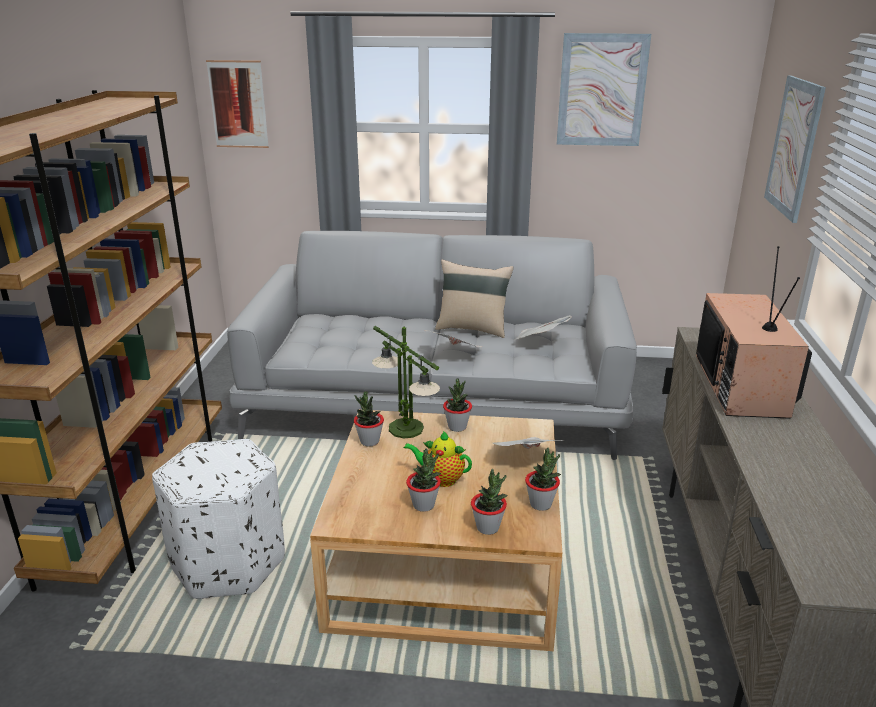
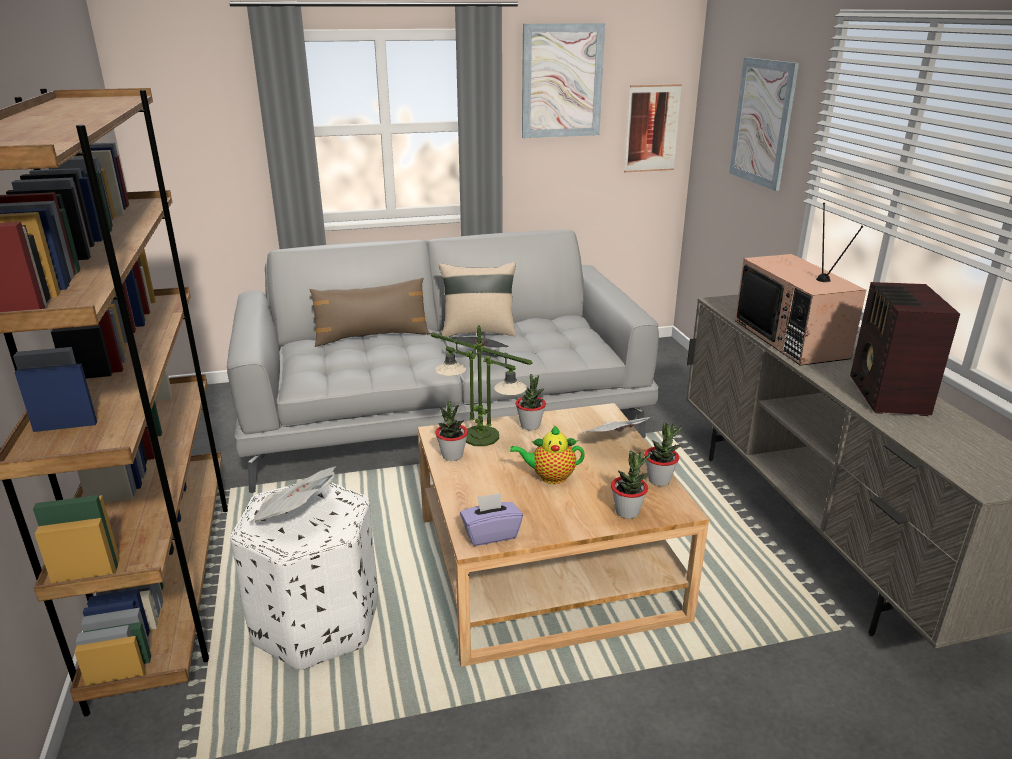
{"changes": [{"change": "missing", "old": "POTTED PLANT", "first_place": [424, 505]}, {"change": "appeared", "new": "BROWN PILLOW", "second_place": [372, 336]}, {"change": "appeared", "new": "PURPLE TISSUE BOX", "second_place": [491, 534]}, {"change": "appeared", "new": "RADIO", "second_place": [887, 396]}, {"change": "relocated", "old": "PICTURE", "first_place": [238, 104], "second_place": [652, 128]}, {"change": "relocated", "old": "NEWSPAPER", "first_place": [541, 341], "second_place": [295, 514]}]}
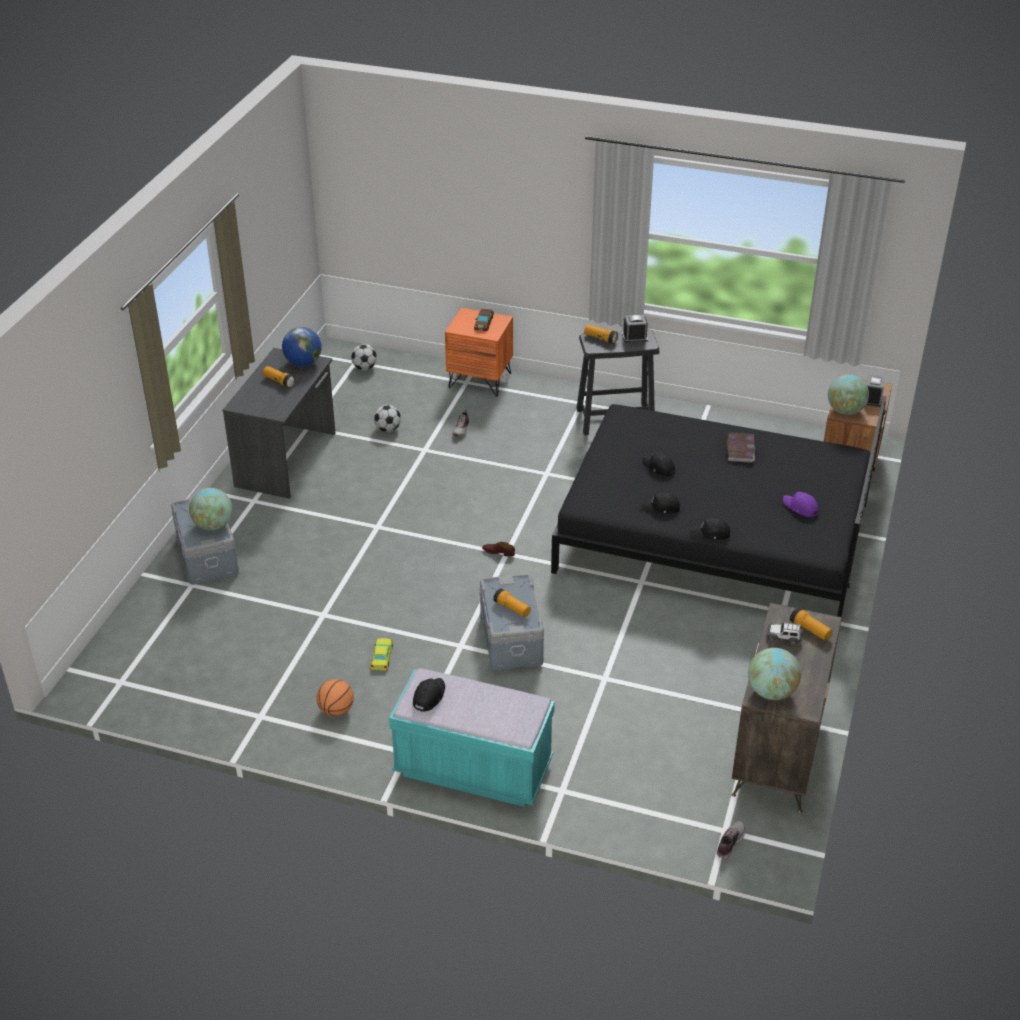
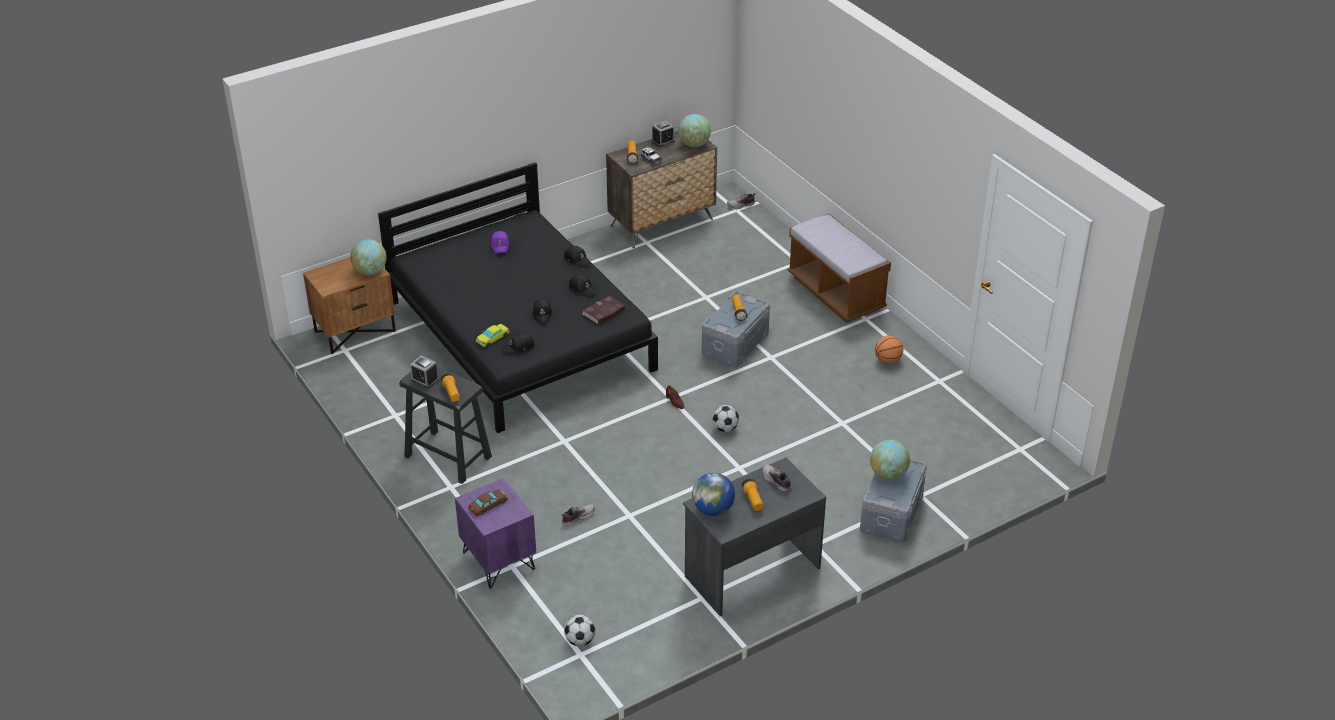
{"changes": [{"change": "appeared", "new": "SHOE", "second_place": [776, 481]}, {"change": "relocated", "old": "YELLOW TOY CAR", "first_place": [382, 656], "second_place": [492, 337]}, {"change": "relocated", "old": "FOOTBALL", "first_place": [387, 429], "second_place": [725, 428]}, {"change": "relocated", "old": "BLACK CAP", "first_place": [428, 696], "second_place": [519, 347]}, {"change": "relocated", "old": "BOOK", "first_place": [740, 449], "second_place": [604, 312]}, {"change": "relocated", "old": "ALARM CLOCK", "first_place": [872, 399], "second_place": [663, 141]}, {"change": "colour", "old": "TURQUOISE BENCH", "new": "BROWN BENCH", "first_place": [473, 769], "second_place": [836, 293]}, {"change": "colour", "old": "ORANGE NIGHTSTAND", "new": "PURPLE NIGHTSTAND", "first_place": [480, 380], "second_place": [498, 561]}]}
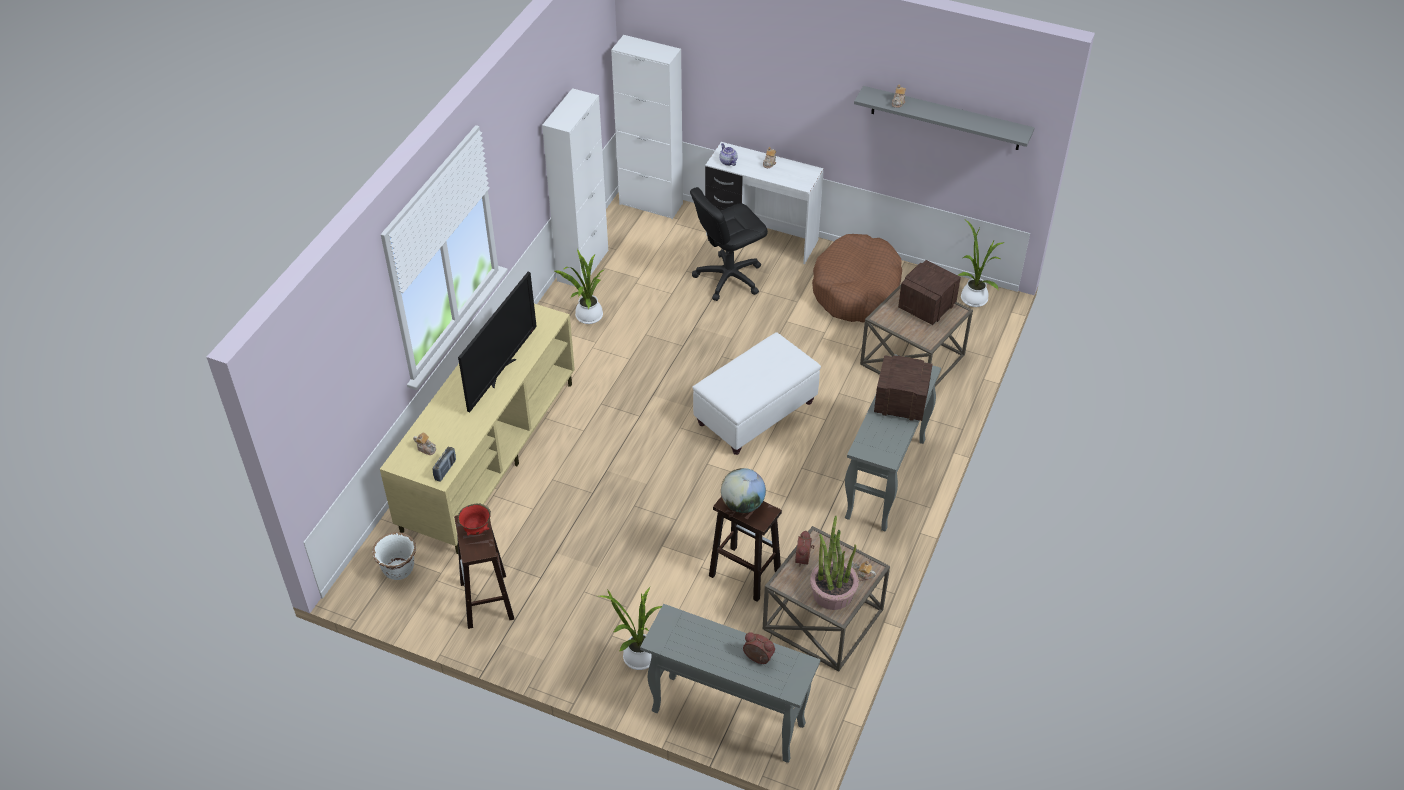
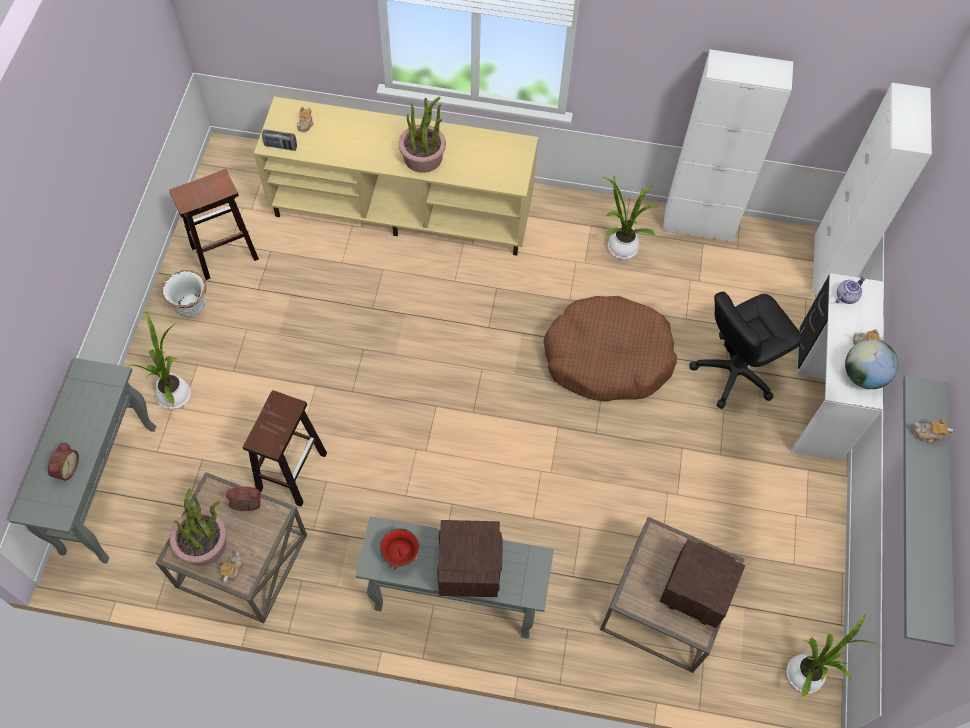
{"changes": [{"change": "missing", "old": "WHITE OTTOMAN", "first_place": [755, 413]}, {"change": "relocated", "old": "WHITE PLANTER", "first_place": [399, 570], "second_place": [192, 306]}, {"change": "relocated", "old": "RED BOWL", "first_place": [476, 530], "second_place": [401, 555]}, {"change": "relocated", "old": "GLOBE", "first_place": [742, 504], "second_place": [863, 375]}, {"change": "relocated", "old": "BROWN DOG BED", "first_place": [857, 290], "second_place": [607, 357]}, {"change": "exchanged", "old": "TELEVISION", "new": "POTTED PLANT", "first_place": [501, 372], "second_place": [423, 157]}, {"change": "spun", "old": "BLACK OFFICE CHAIR", "first_place": [728, 278], "second_place": [733, 372], "degrees": -75}]}
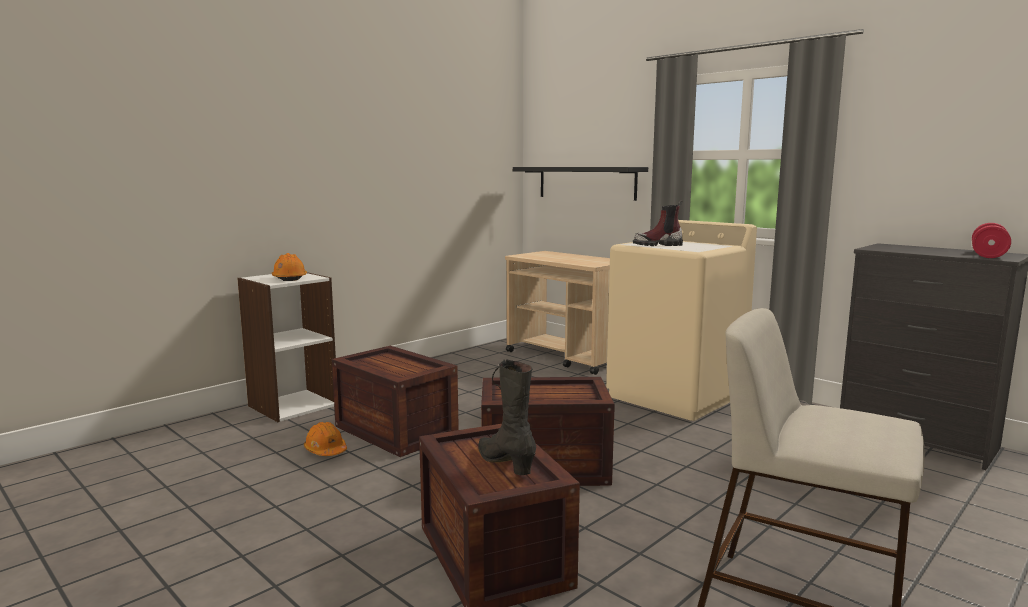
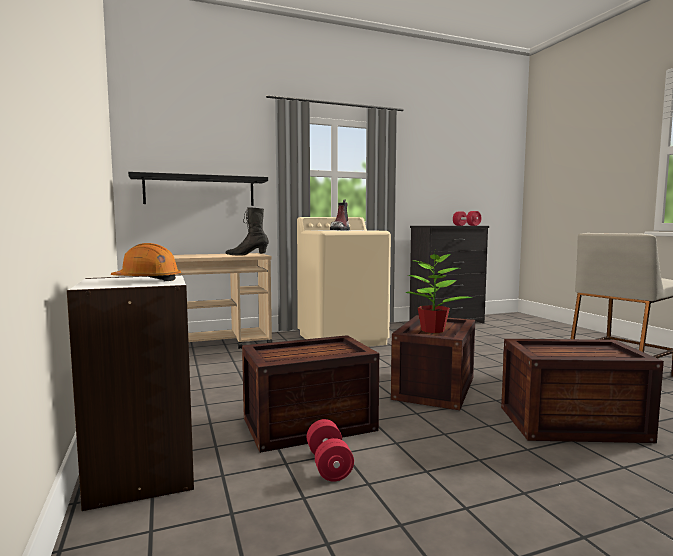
{"changes": [{"change": "appeared", "new": "POTTED PLANT", "second_place": [433, 330]}, {"change": "relocated", "old": "BLACK BOOT", "first_place": [505, 463], "second_place": [247, 255]}, {"change": "exchanged", "old": "ORANGE HARD HAT", "new": "RED DUMBBELL", "first_place": [325, 450], "second_place": [329, 465]}]}
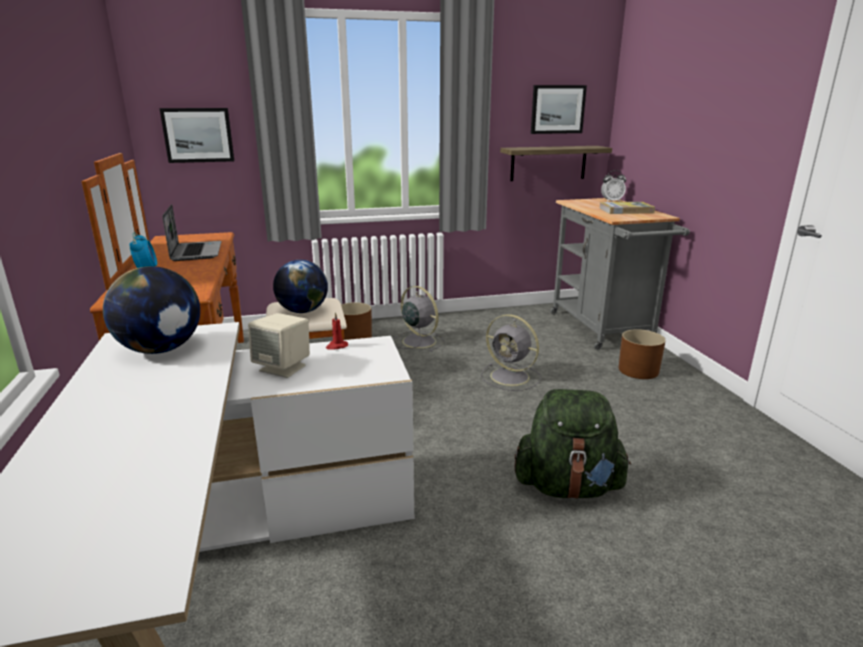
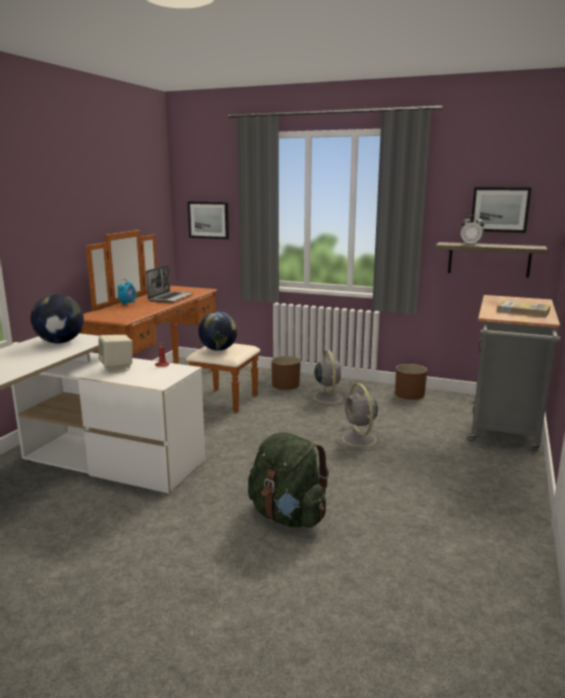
{"changes": [{"change": "relocated", "old": "ALARM CLOCK", "first_place": [611, 201], "second_place": [471, 244]}, {"change": "relocated", "old": "BROWN PLANTER", "first_place": [638, 370], "second_place": [409, 394]}]}
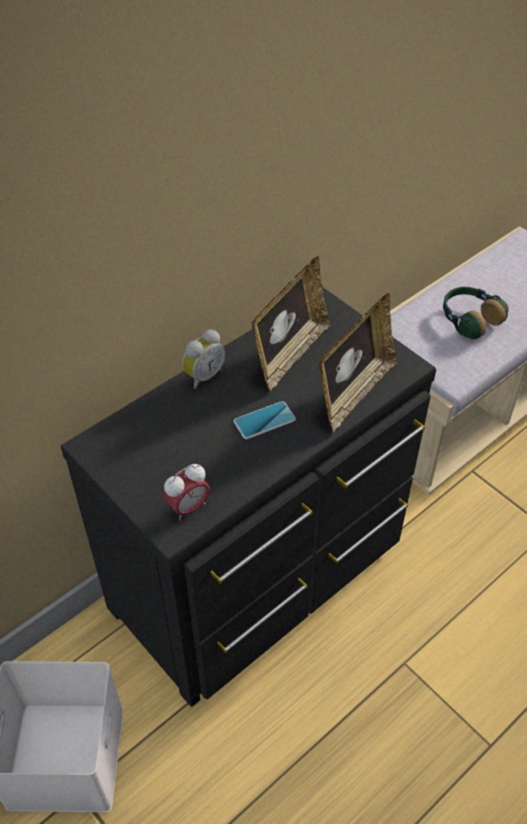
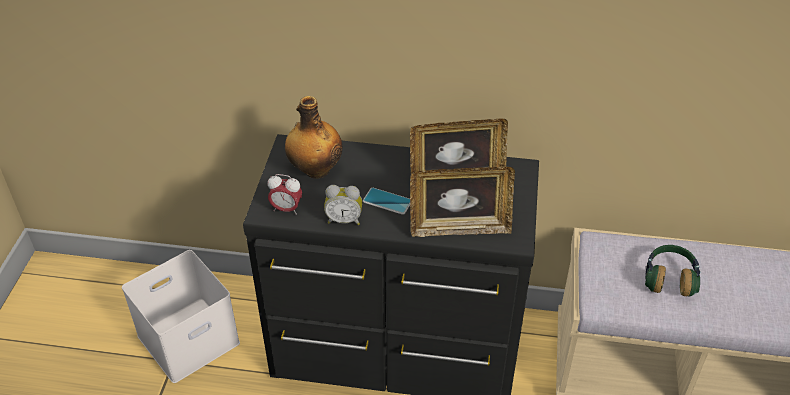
{"changes": [{"change": "appeared", "new": "BOTTLE", "second_place": [315, 170]}, {"change": "relocated", "old": "ALARM CLOCK", "first_place": [203, 376], "second_place": [344, 219]}]}
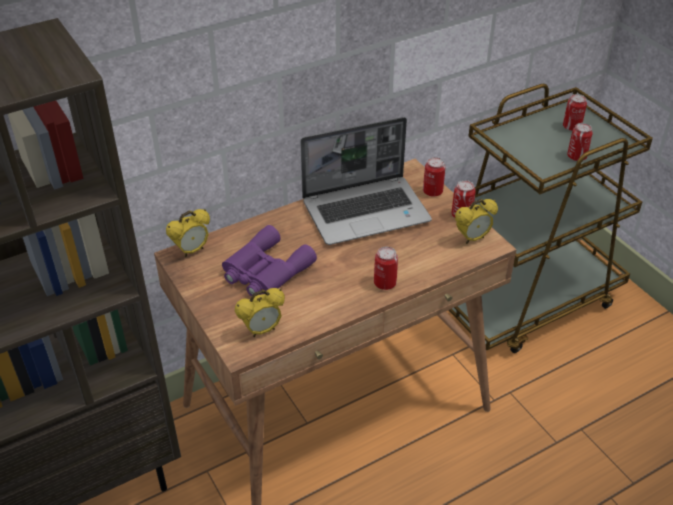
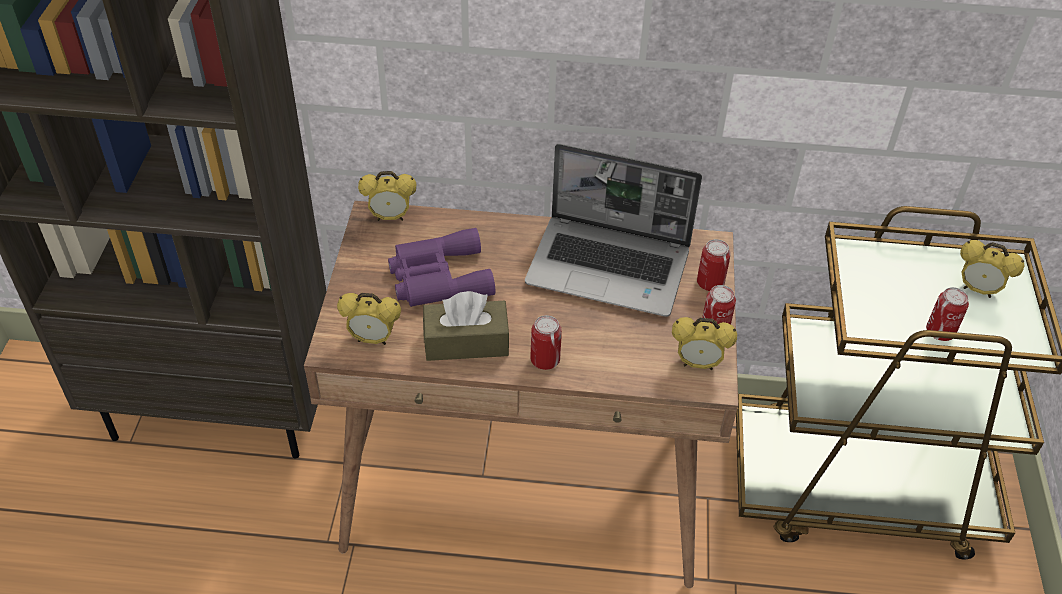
{"changes": [{"change": "appeared", "new": "BROWN TISSUE BOX", "second_place": [466, 342]}, {"change": "exchanged", "old": "CAN", "new": "ALARM CLOCK", "first_place": [571, 127], "second_place": [977, 290]}]}
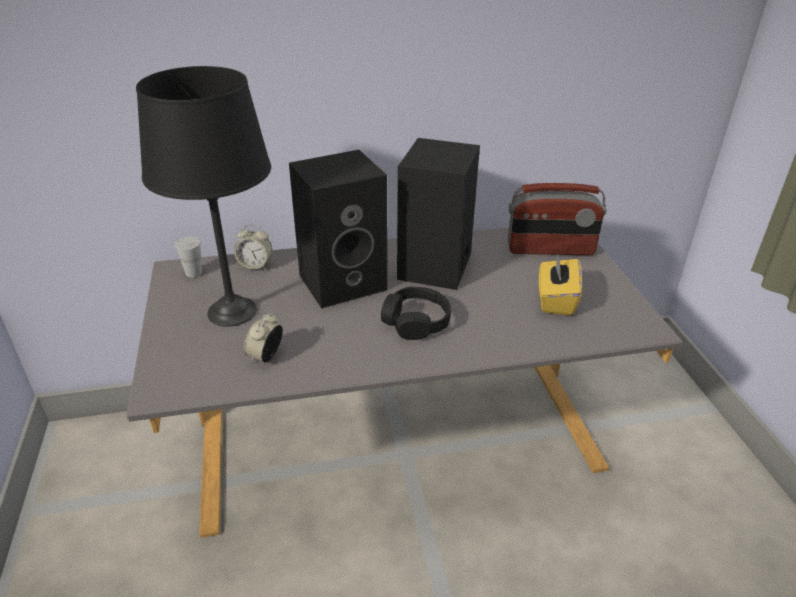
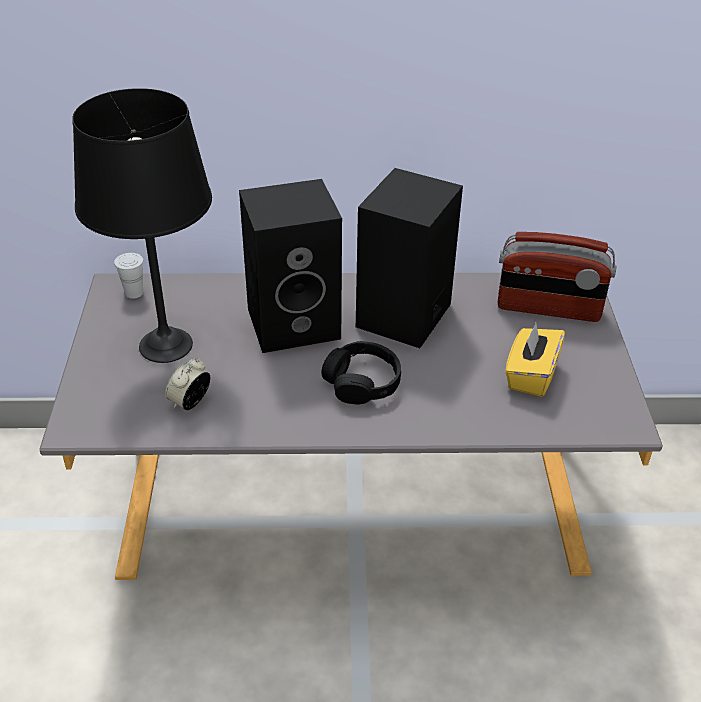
{"changes": [{"change": "missing", "old": "ALARM CLOCK", "first_place": [255, 265]}]}
